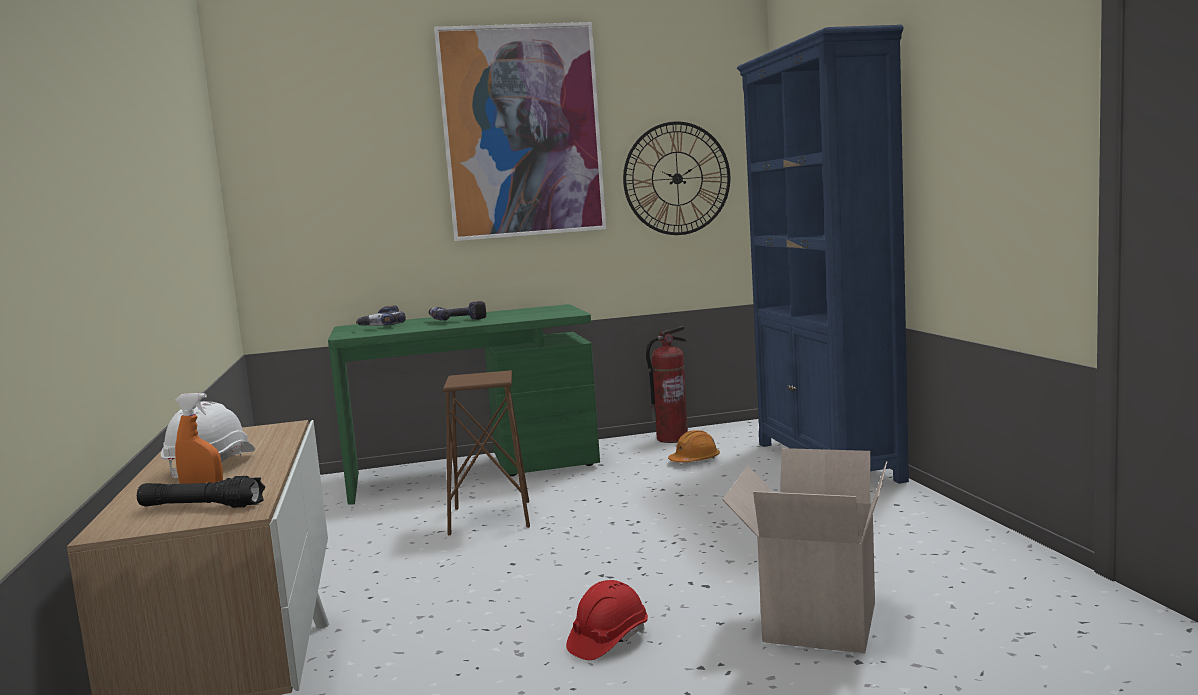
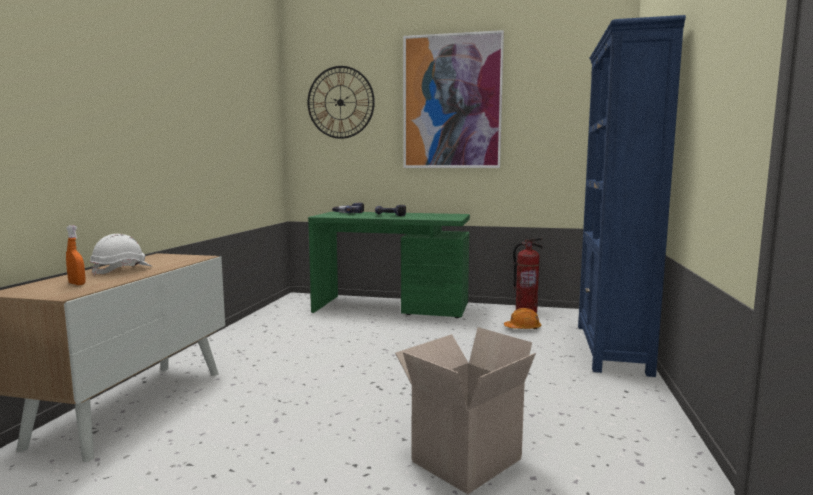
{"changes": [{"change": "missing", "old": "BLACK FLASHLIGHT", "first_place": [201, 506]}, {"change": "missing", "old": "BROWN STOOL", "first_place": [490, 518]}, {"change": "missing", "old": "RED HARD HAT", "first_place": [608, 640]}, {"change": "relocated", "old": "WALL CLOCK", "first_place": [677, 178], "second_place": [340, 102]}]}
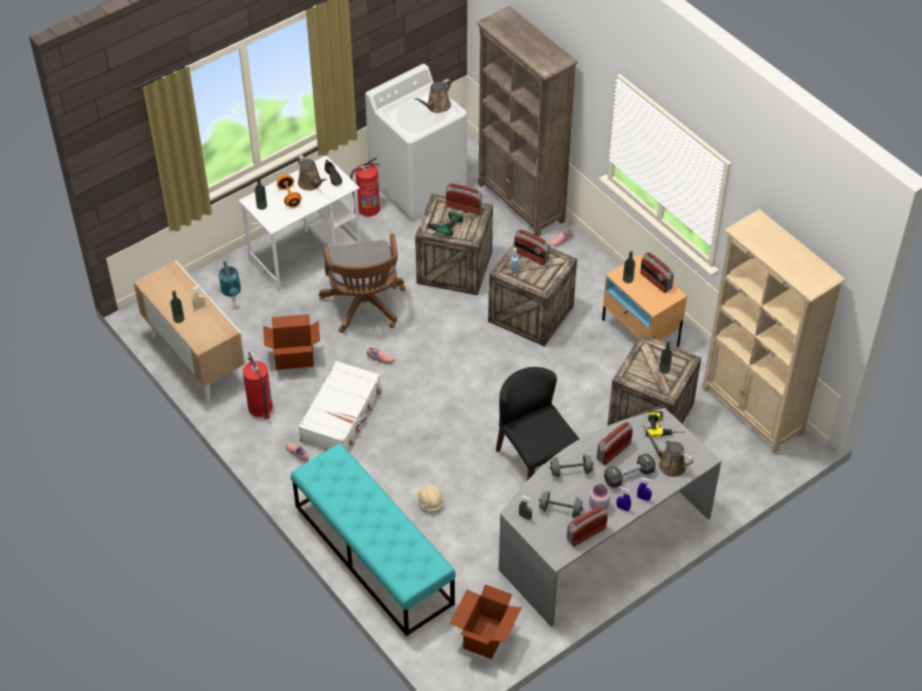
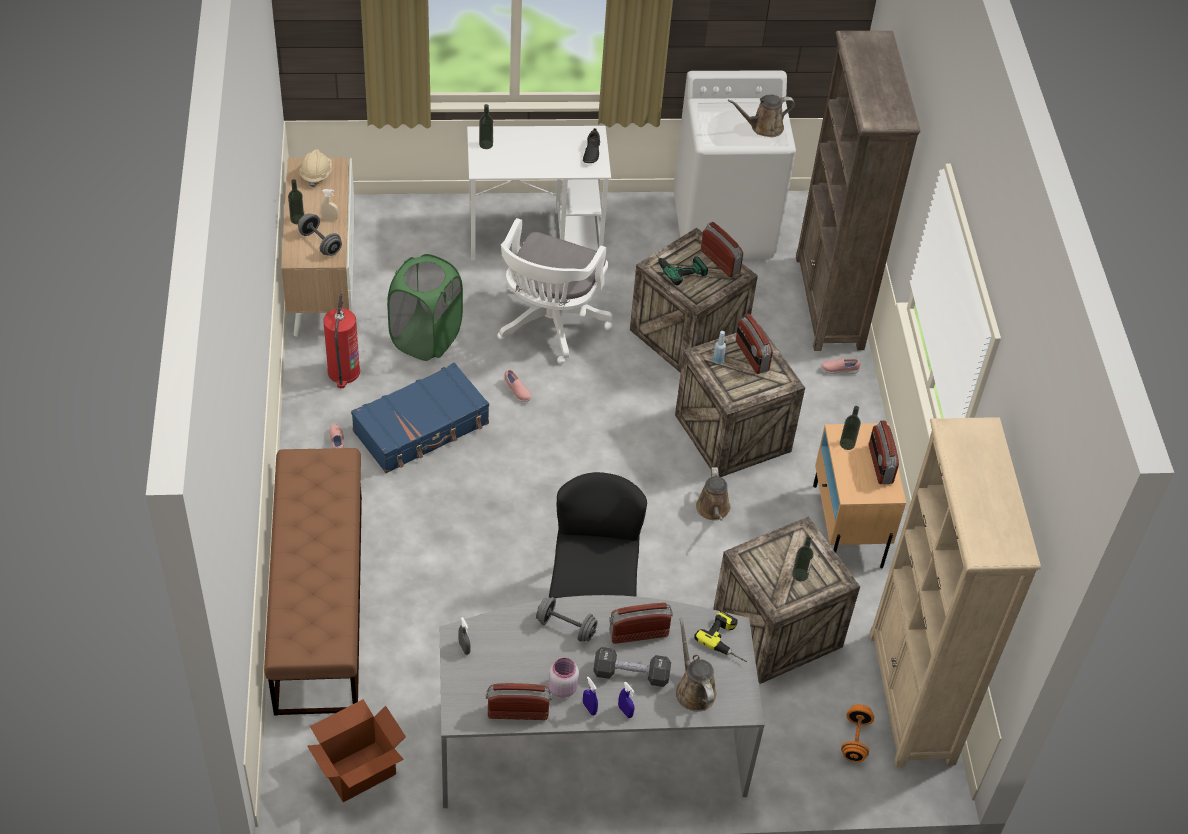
{"changes": [{"change": "missing", "old": "TURQUOISE WATERING CAN", "first_place": [232, 291]}, {"change": "missing", "old": "FIRE EXTINGUISHER", "first_place": [367, 209]}, {"change": "relocated", "old": "ORANGE DUMBBELL", "first_place": [289, 197], "second_place": [855, 740]}, {"change": "relocated", "old": "BROWN WATERING CAN", "first_place": [311, 183], "second_place": [713, 510]}, {"change": "relocated", "old": "BEIGE HARD HAT", "first_place": [430, 502], "second_place": [316, 174]}, {"change": "relocated", "old": "GREY DUMBBELL", "first_place": [560, 510], "second_place": [320, 243]}, {"change": "exchanged", "old": "CARDBOARD BOX", "new": "GREEN LAUNDRY BASKET", "first_place": [294, 357], "second_place": [426, 338]}, {"change": "colour", "old": "TURQUOISE BENCH", "new": "BROWN BENCH", "first_place": [373, 554], "second_place": [319, 600]}, {"change": "colour", "old": "WHITE SUITCASE", "new": "BLUE SUITCASE", "first_place": [342, 415], "second_place": [422, 428]}, {"change": "colour", "old": "BROWN OFFICE CHAIR", "new": "WHITE OFFICE CHAIR", "first_place": [364, 307], "second_place": [549, 325]}]}
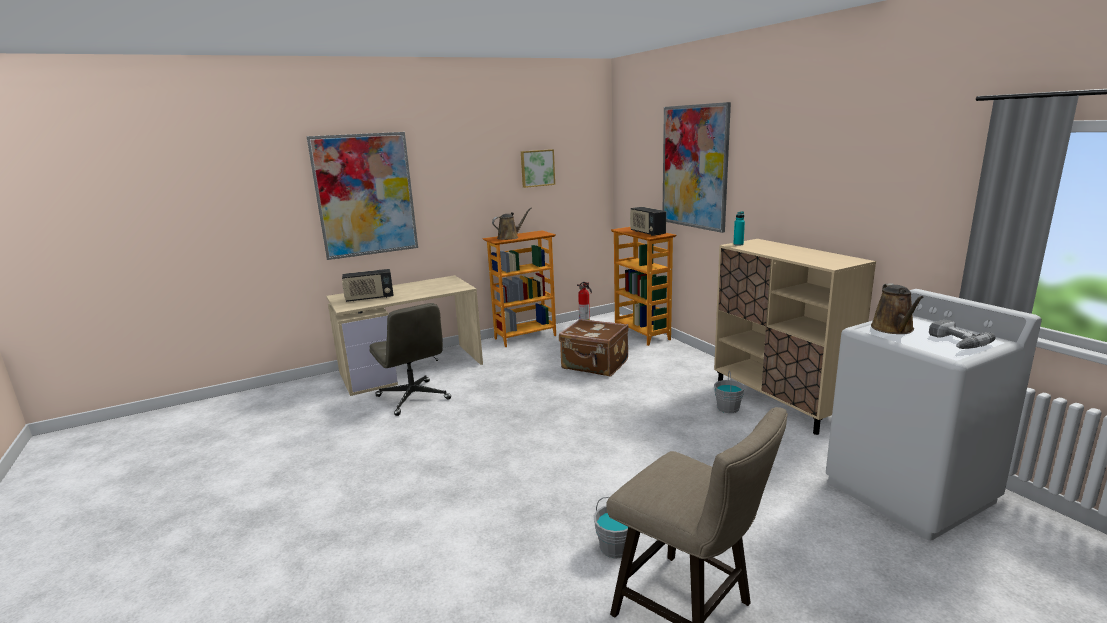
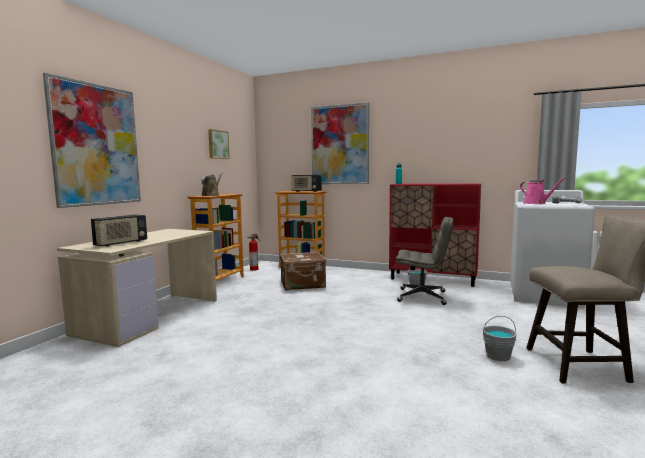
{"changes": [{"change": "relocated", "old": "GREY OFFICE CHAIR", "first_place": [413, 398], "second_place": [422, 296]}, {"change": "colour", "old": "BEIGE CABINET", "new": "RED CABINET", "first_place": [779, 402], "second_place": [433, 279]}, {"change": "colour", "old": "BROWN WATERING CAN", "new": "PINK WATERING CAN", "first_place": [894, 329], "second_place": [536, 203]}]}
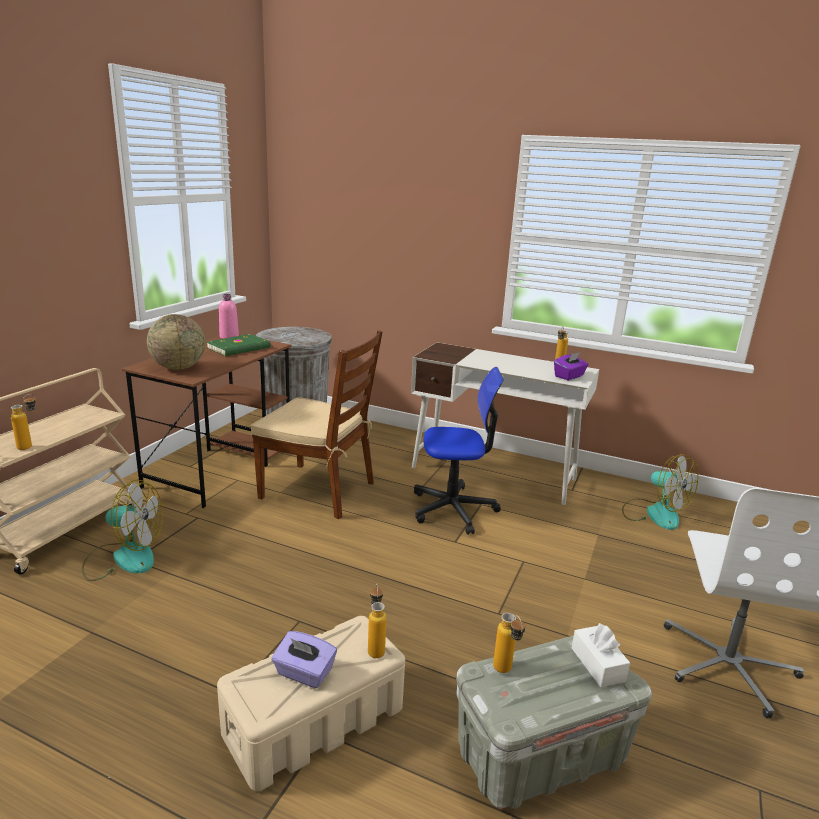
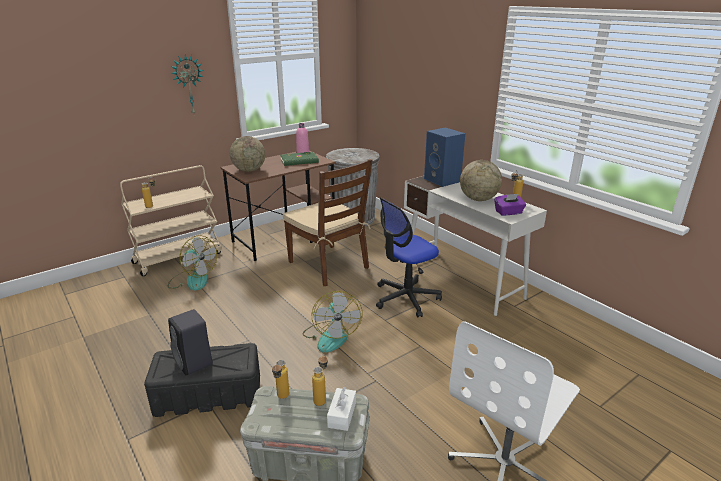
{"changes": [{"change": "appeared", "new": "WALL CLOCK", "second_place": [188, 85]}, {"change": "appeared", "new": "BLUE SPEAKER", "second_place": [443, 180]}, {"change": "appeared", "new": "GLOBE", "second_place": [478, 199]}, {"change": "relocated", "old": "BOTTLE", "first_place": [375, 647], "second_place": [321, 398]}, {"change": "relocated", "old": "FAN", "first_place": [654, 513], "second_place": [331, 336]}, {"change": "exchanged", "old": "PURPLE TISSUE BOX", "new": "BLACK SPEAKER", "first_place": [304, 673], "second_place": [194, 363]}, {"change": "colour", "old": "BEIGE STORAGE BOX", "new": "BLACK STORAGE BOX", "first_place": [313, 722], "second_place": [208, 395]}, {"change": "spun", "old": "OFFICE CHAIR", "first_place": [453, 509], "second_place": [406, 298], "degrees": 120}]}
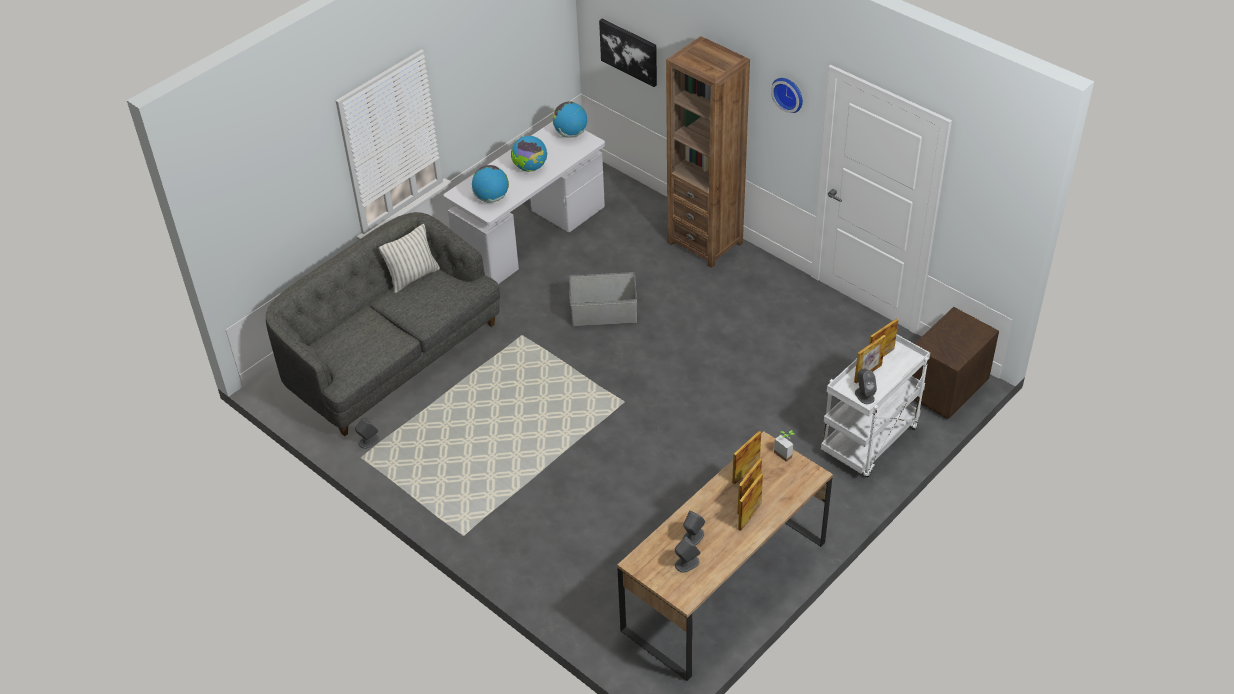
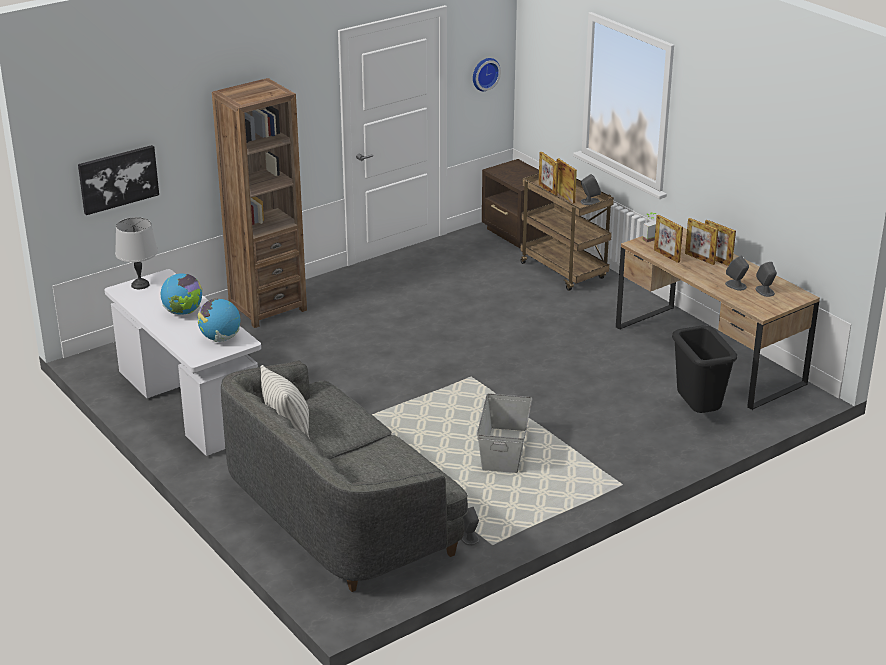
{"changes": [{"change": "appeared", "new": "BLACK TRASH CAN", "second_place": [698, 412]}, {"change": "relocated", "old": "GREY STORAGE BOX", "first_place": [604, 314], "second_place": [504, 450]}, {"change": "relocated", "old": "WALL CLOCK", "first_place": [789, 93], "second_place": [484, 73]}, {"change": "exchanged", "old": "GLOBE", "new": "GREY TABLE LAMP", "first_place": [570, 133], "second_place": [140, 285]}, {"change": "colour", "old": "WHITE CART", "new": "BROWN CART", "first_place": [869, 443], "second_place": [564, 271]}]}
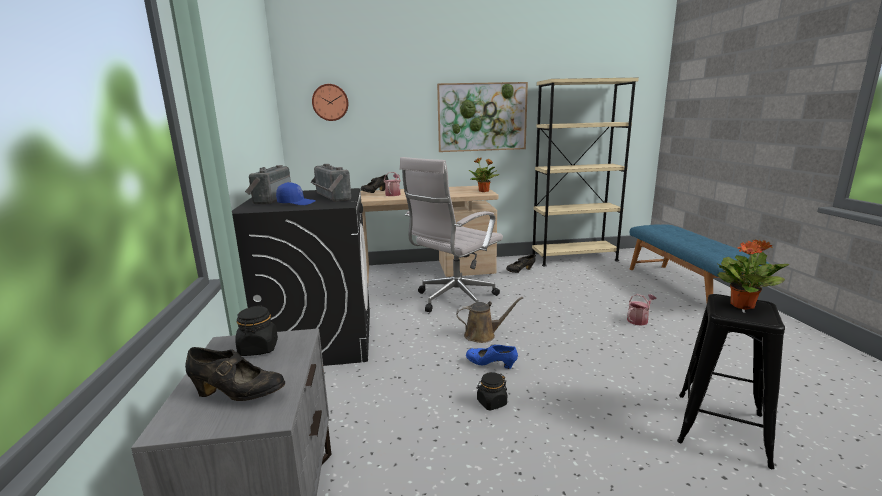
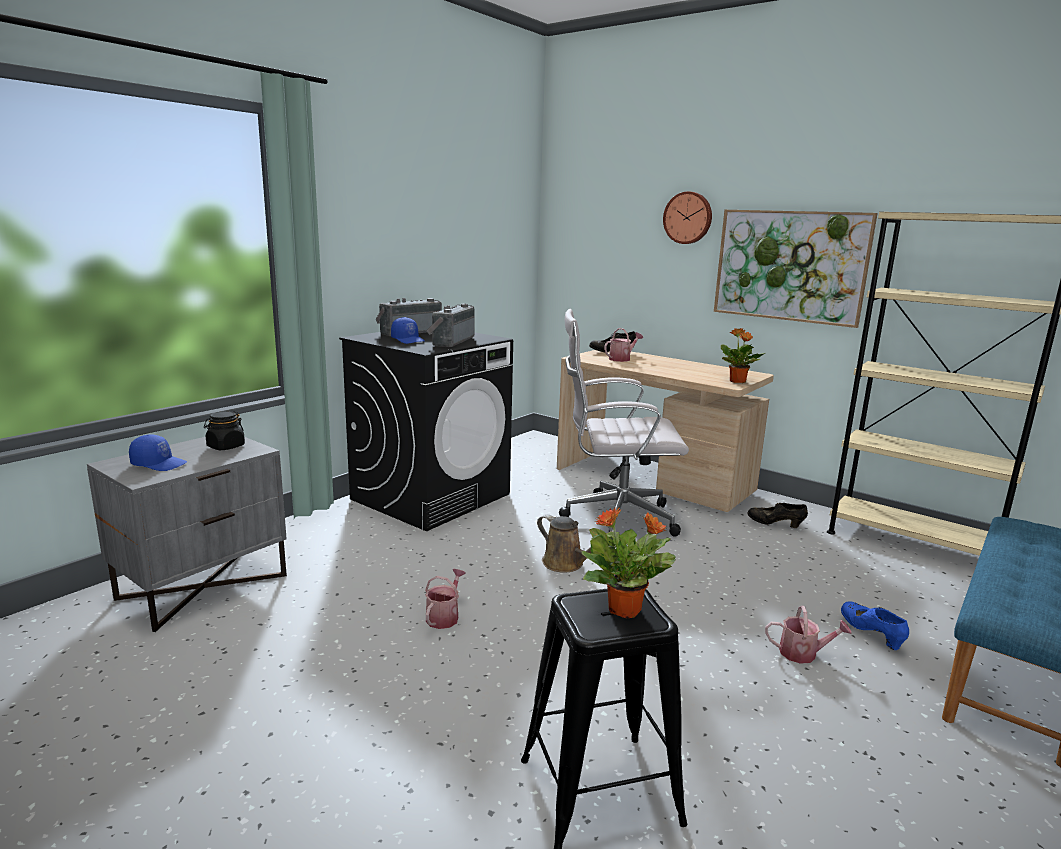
{"changes": [{"change": "relocated", "old": "WALL CLOCK", "first_place": [330, 102], "second_place": [688, 218]}, {"change": "relocated", "old": "BLUE SHOE", "first_place": [491, 365], "second_place": [871, 634]}, {"change": "exchanged", "old": "BLACK SHOE", "new": "BLUE CAP", "first_place": [238, 395], "second_place": [159, 464]}, {"change": "exchanged", "old": "BLACK JAR", "new": "WATERING CAN", "first_place": [491, 403], "second_place": [444, 616]}]}
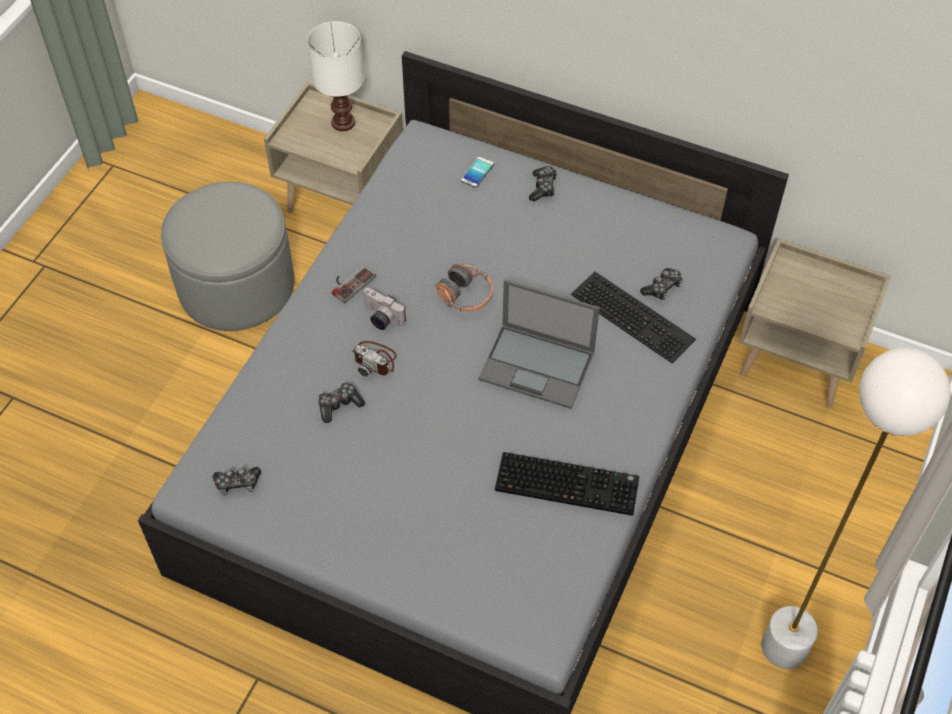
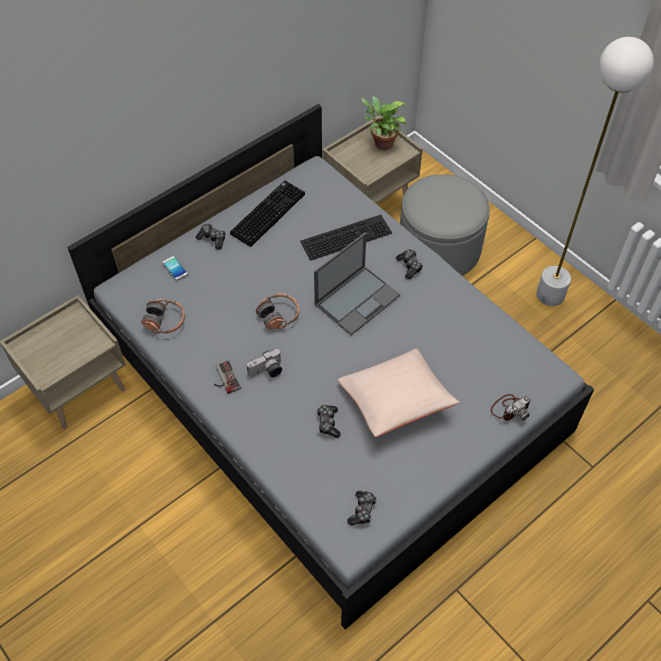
{"changes": [{"change": "missing", "old": "WHITE TABLE LAMP", "first_place": [344, 123]}, {"change": "appeared", "new": "HEADPHONES", "second_place": [165, 321]}, {"change": "appeared", "new": "BEIGE PILLOW", "second_place": [395, 400]}, {"change": "appeared", "new": "POTTED PLANT", "second_place": [381, 143]}, {"change": "relocated", "old": "GREY OTTOMAN", "first_place": [236, 285], "second_place": [439, 248]}, {"change": "relocated", "old": "PHOTO CAMERA", "first_place": [375, 360], "second_place": [510, 408]}, {"change": "relocated", "old": "KEYBOARD", "first_place": [569, 483], "second_place": [267, 213]}, {"change": "relocated", "old": "GAME CONTROLLER", "first_place": [662, 288], "second_place": [409, 266]}]}
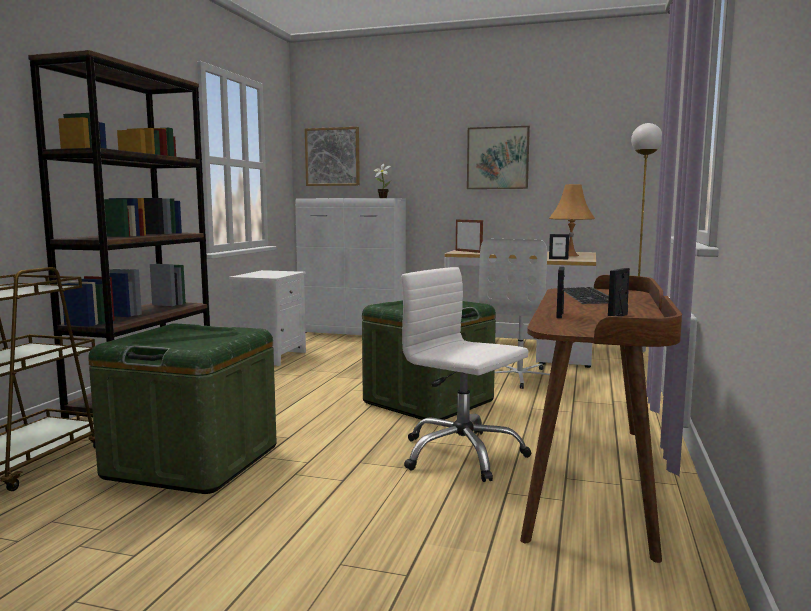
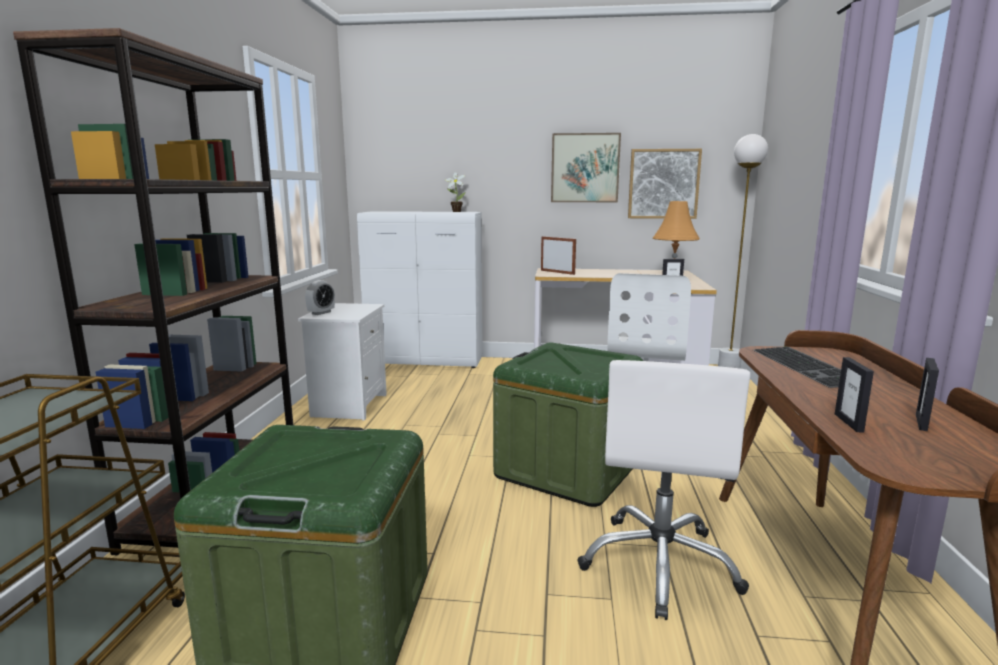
{"changes": [{"change": "appeared", "new": "ALARM CLOCK", "second_place": [321, 313]}, {"change": "relocated", "old": "PICTURE", "first_place": [332, 157], "second_place": [663, 184]}, {"change": "spun", "old": "WHITE OFFICE CHAIR", "first_place": [461, 455], "second_place": [660, 564], "degrees": -105}]}
